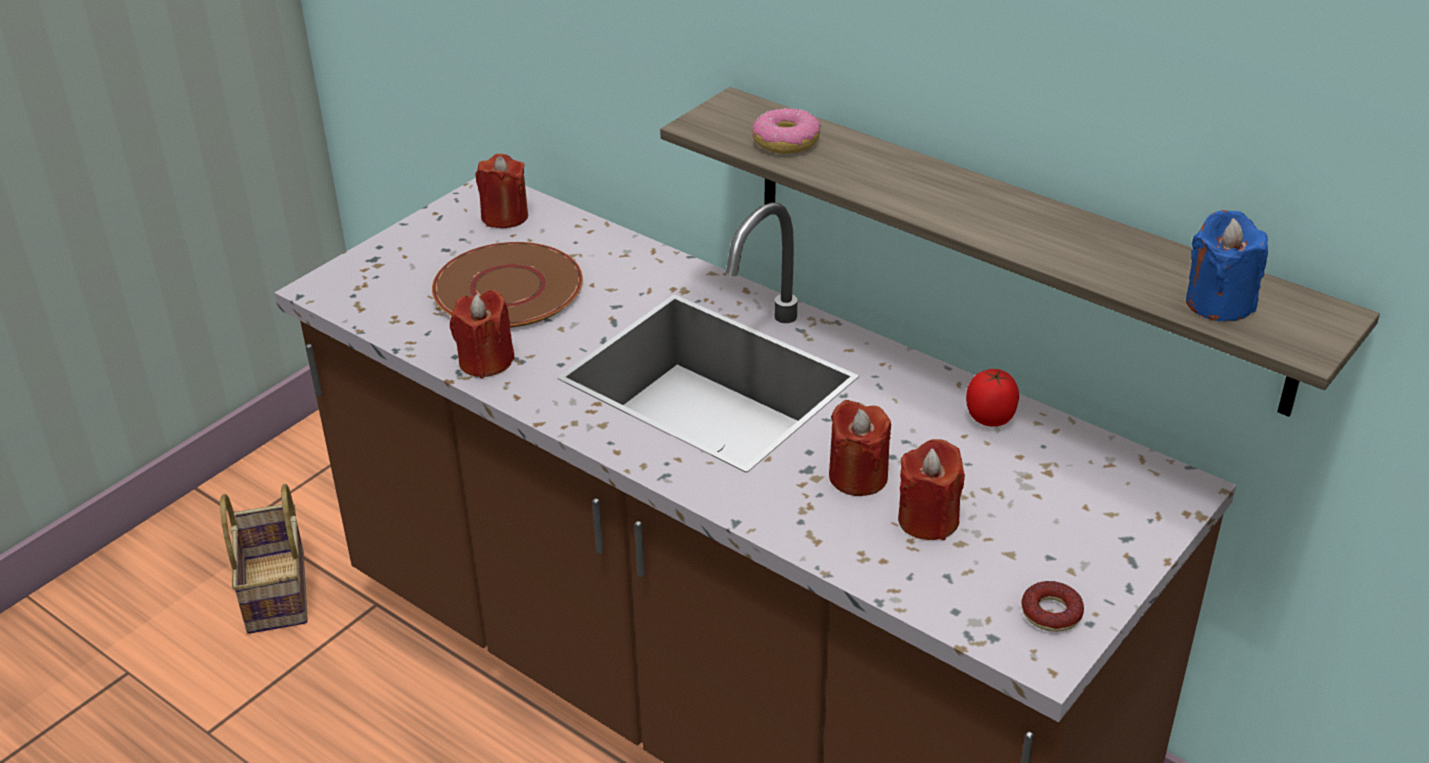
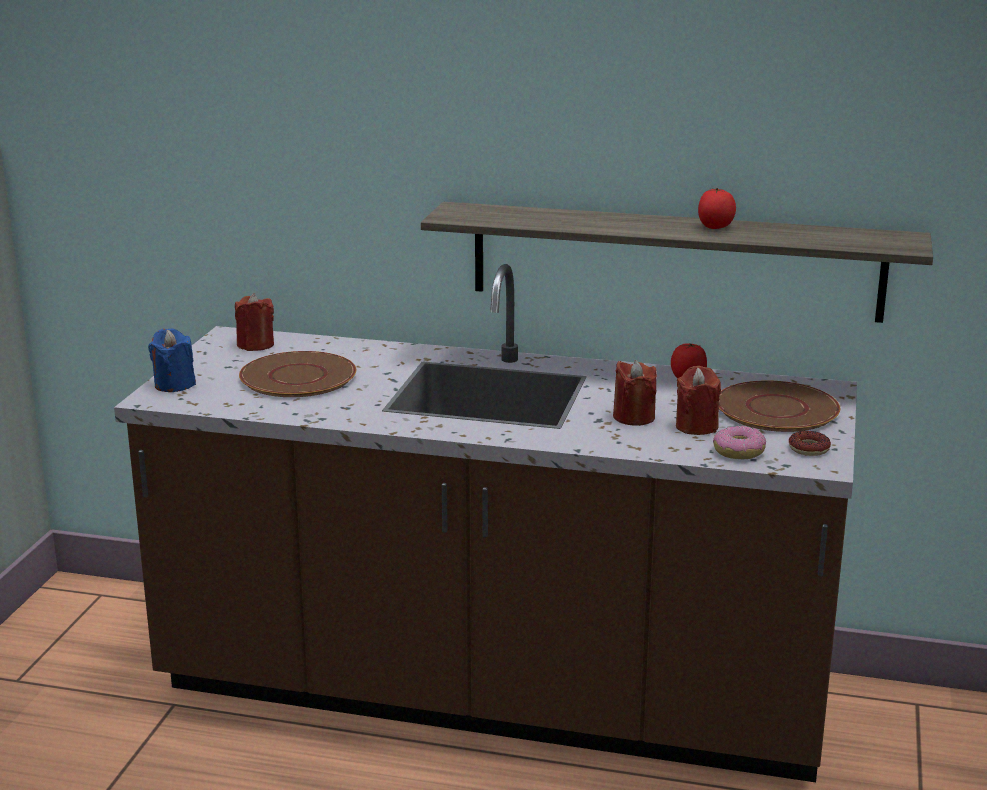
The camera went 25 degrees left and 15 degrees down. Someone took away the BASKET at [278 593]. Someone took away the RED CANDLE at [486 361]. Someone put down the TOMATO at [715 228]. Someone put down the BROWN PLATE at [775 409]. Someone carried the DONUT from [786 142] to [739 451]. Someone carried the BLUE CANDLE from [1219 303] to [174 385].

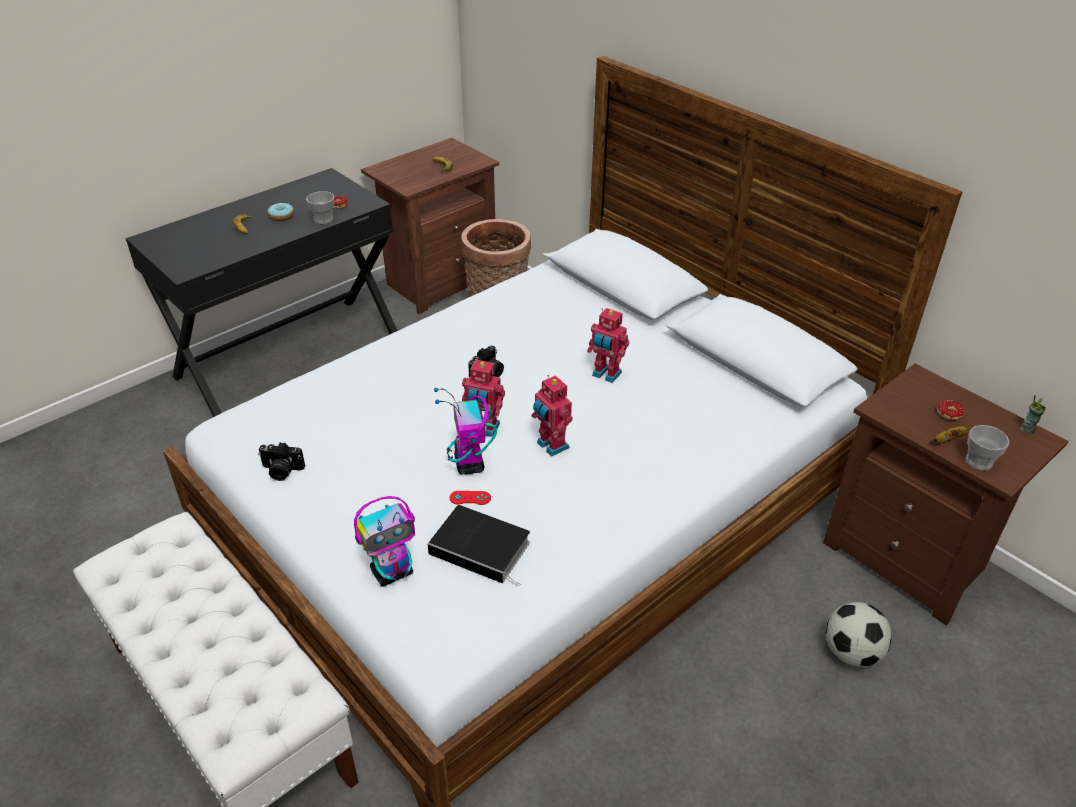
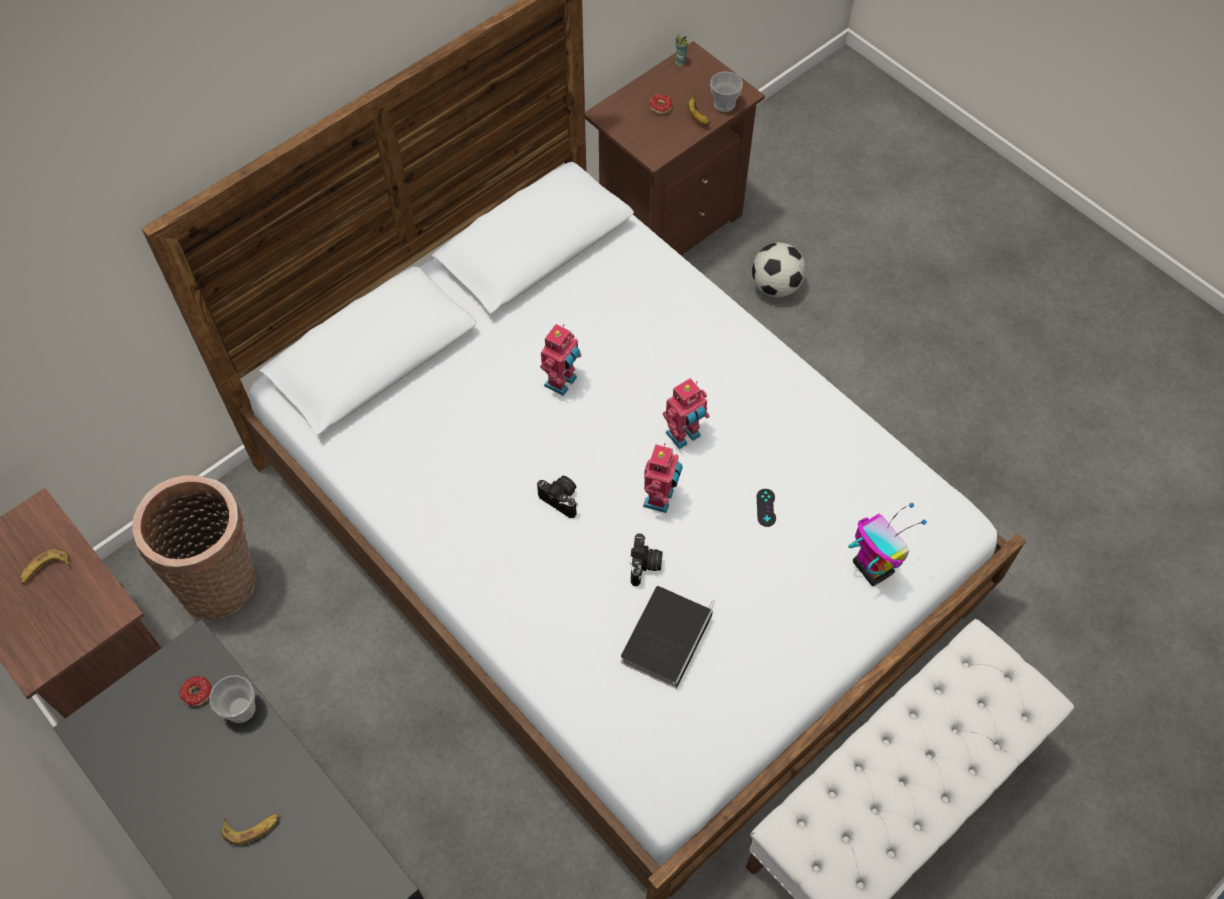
The camera went 90 degrees left and 20 degrees up. Someone took away the DONUT at [281 216]. Someone took away the TOY ROBOT at [469 464]. Someone carried the PHOTO CAMERA from [281 471] to [645 566]. Someone carried the BOOK from [483 548] to [667 636]. Someone repainted the RED GAME CONTROLLER at [470 498], which became the BLACK GAME CONTROLLER at [766 507].

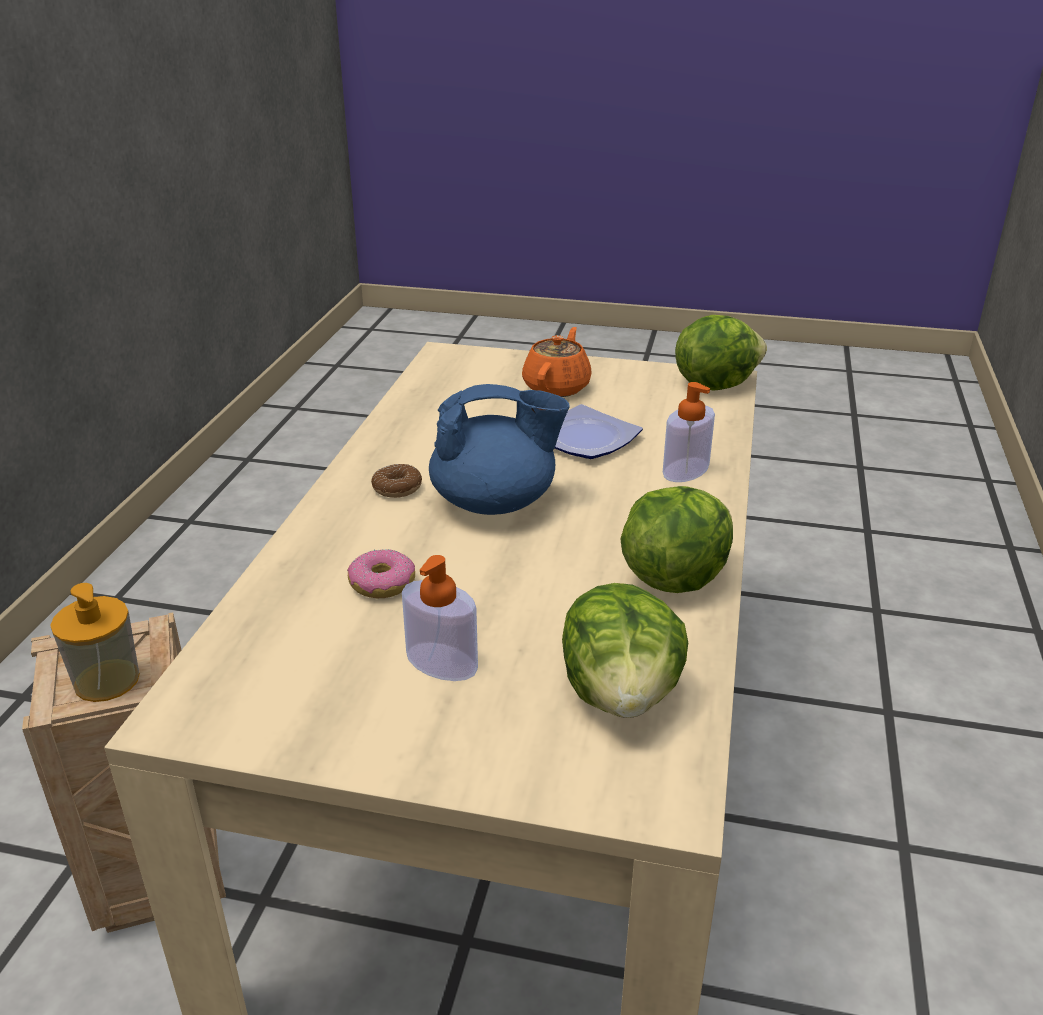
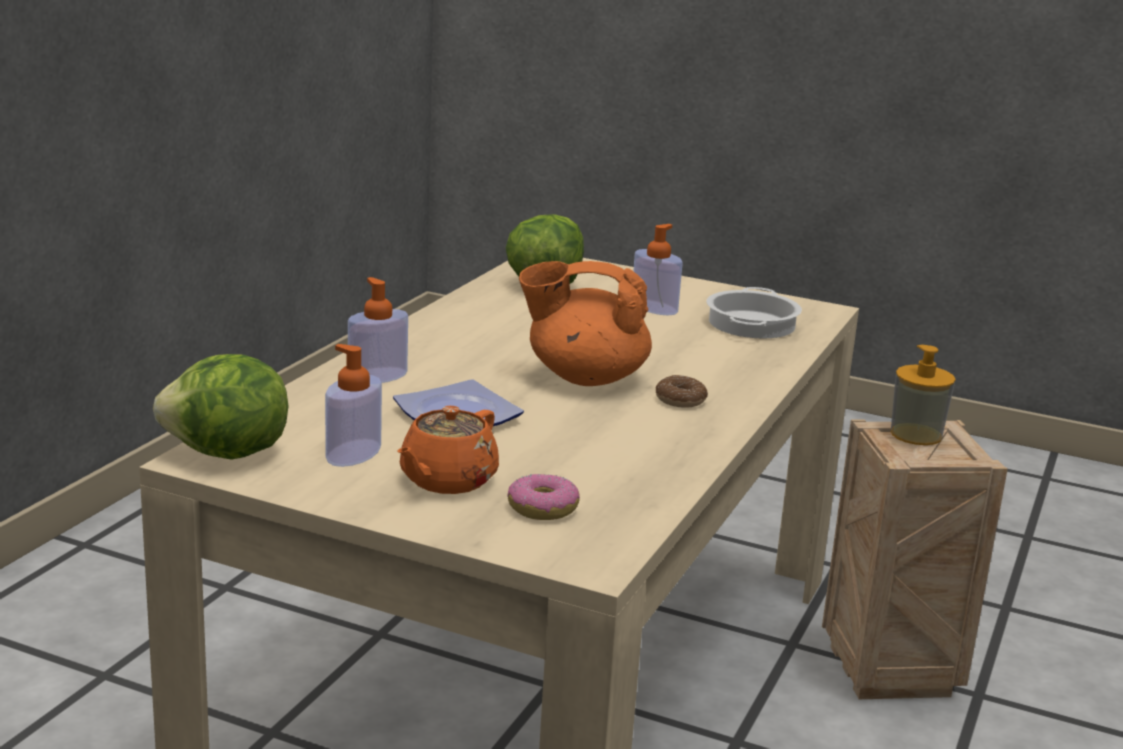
The camera went 170 degrees left and 10 degrees down. Someone took away the LETTUCE at [674 577]. Someone put down the SOAP DISPENSER at [353 453]. Someone put down the COOKING POT at [752 324]. Someone carried the DONUT from [382 584] to [543 508]. Someone repainted the BLUE TEAPOT at [496 502], which became the ORANGE TEAPOT at [584 377].

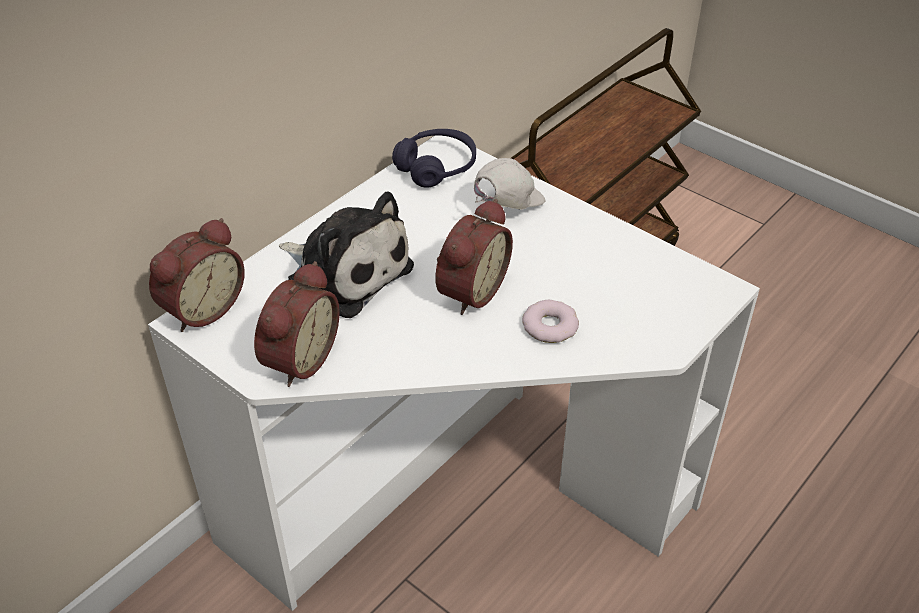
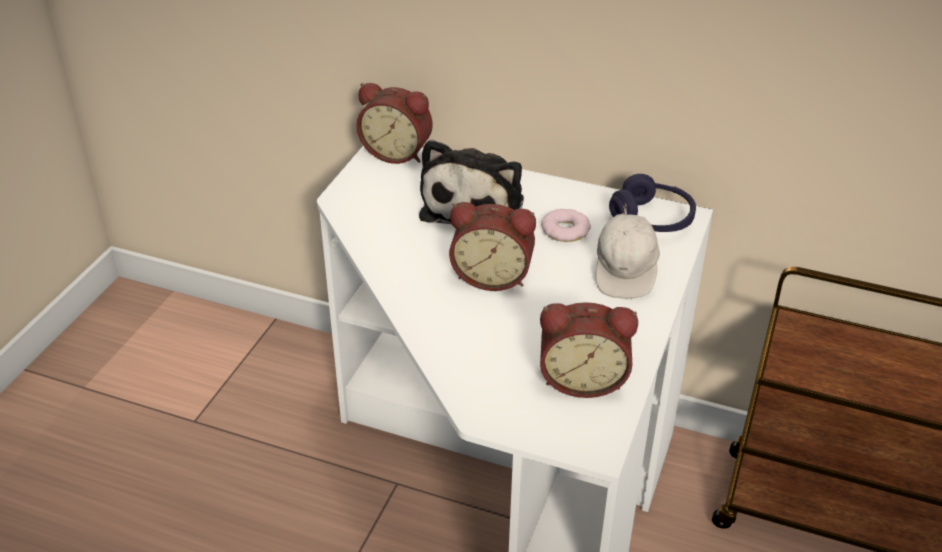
The camera went 70 degrees right and 5 degrees down. Someone carried the ALARM CLOCK from [297 358] to [582 379]. Someone carried the DONUT from [549 326] to [565 230]. Someone rotated the WHITE CAP at [506 206] by 75 degrees clockwise.

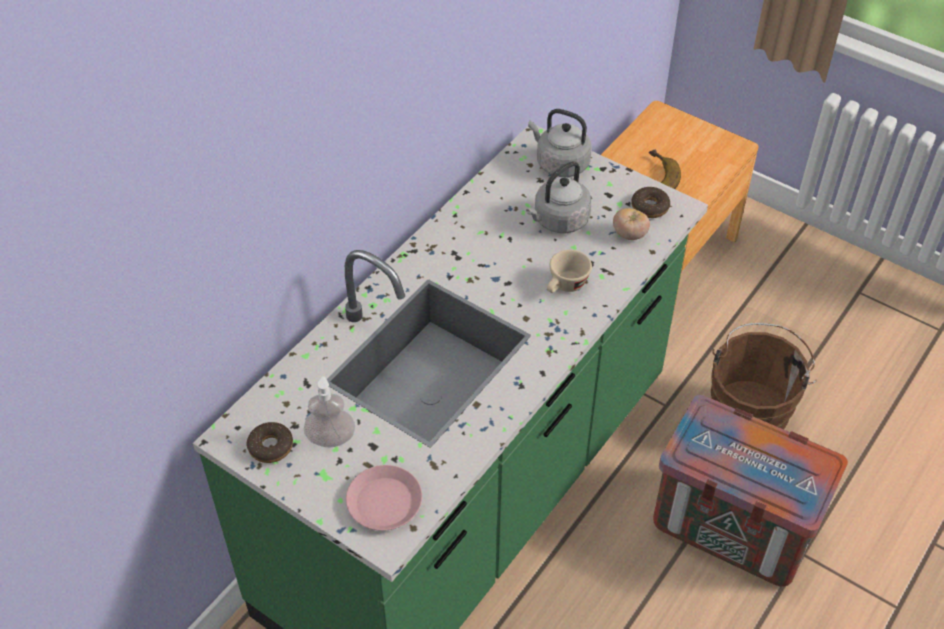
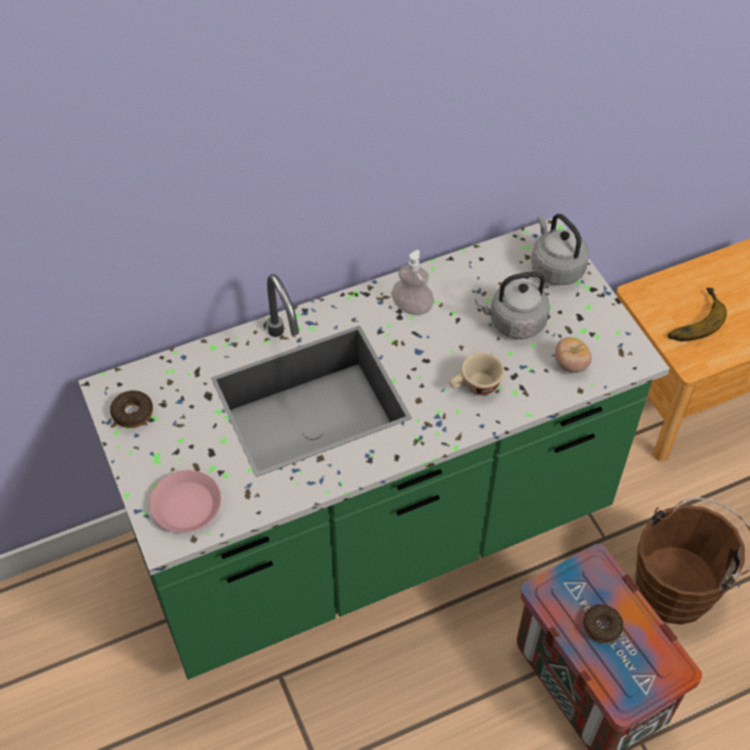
The camera went 30 degrees right and 5 degrees up. Someone carried the SOAP DISPENSER from [331 438] to [412 307]. Someone carried the DONUT from [650 207] to [602 626].

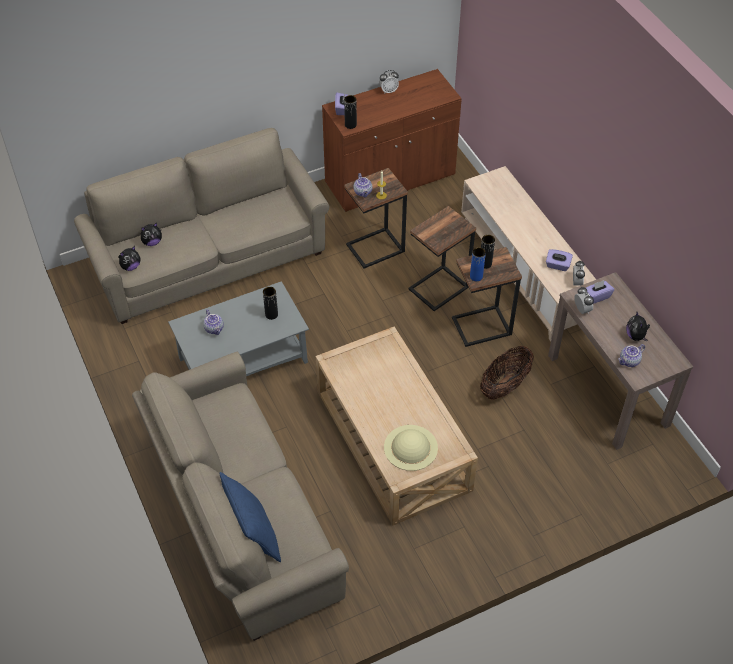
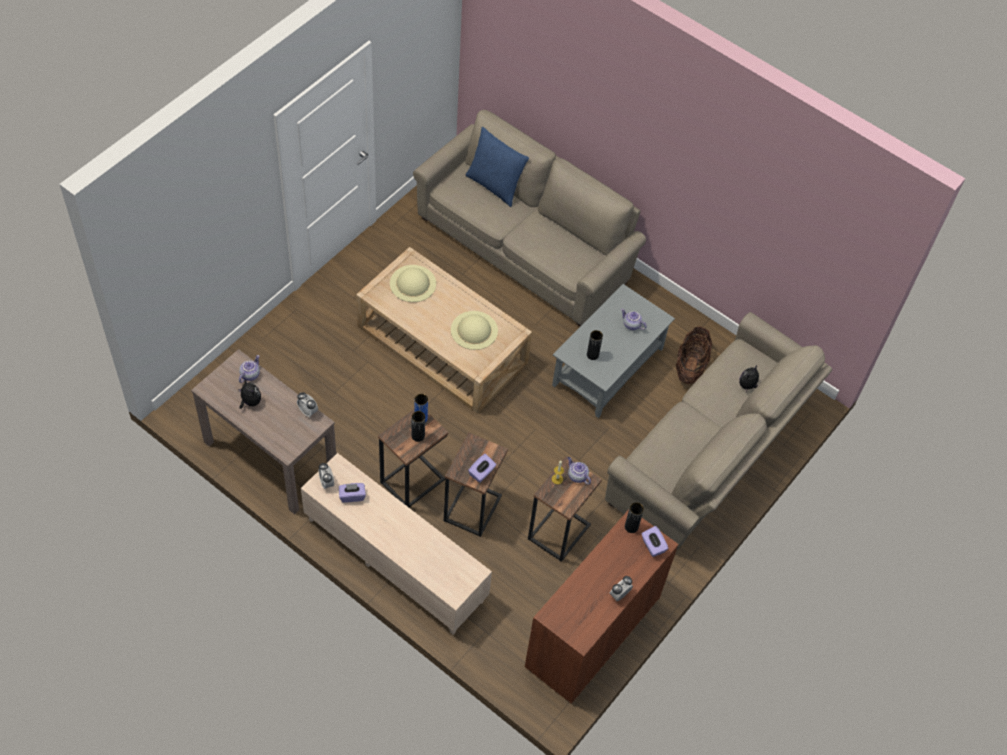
The camera went 150 degrees right and 5 degrees up. Someone took away the PLUSH TOY at [130 266]. Someone put down the BEIGE HAT at [474 330]. Someone carried the BASKET from [504 385] to [690 367]. Someone carried the PURPLE TISSUE BOX from [597 296] to [482 473].

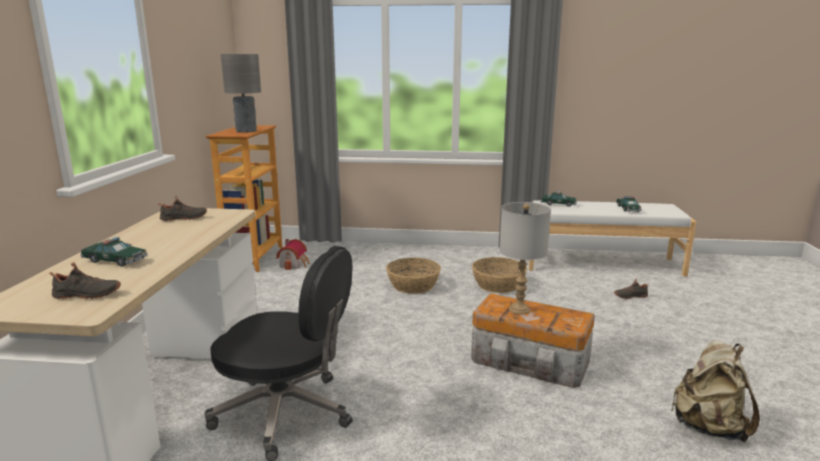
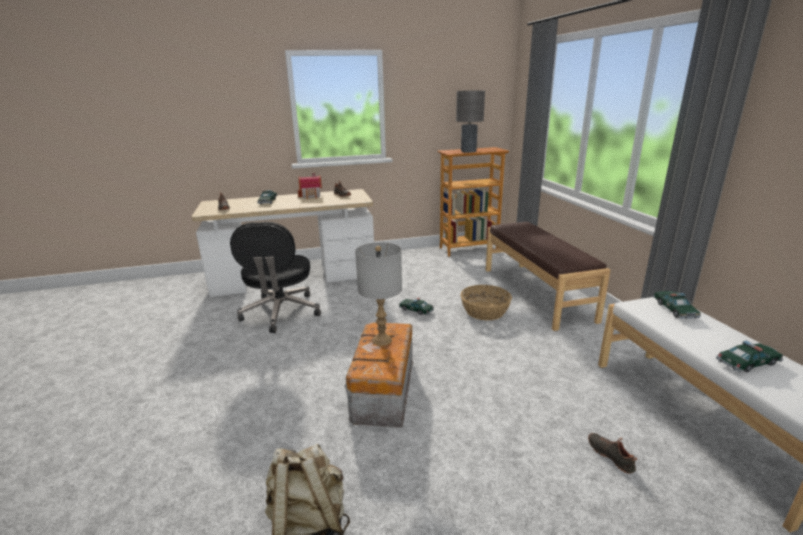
The camera went 70 degrees right and 5 degrees up. Someone took away the BASKET at [498 285]. Someone put down the TOY CAR at [416 310]. Someone put down the BROWN BENCH at [536 293]. Someone carried the TOY HOUSE from [294 264] to [312 196].

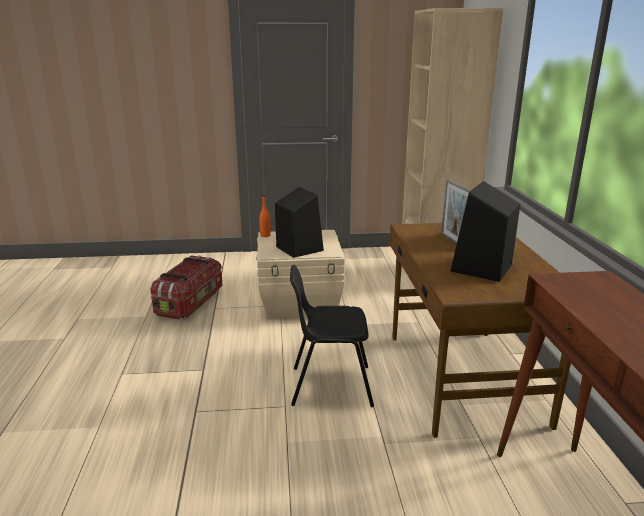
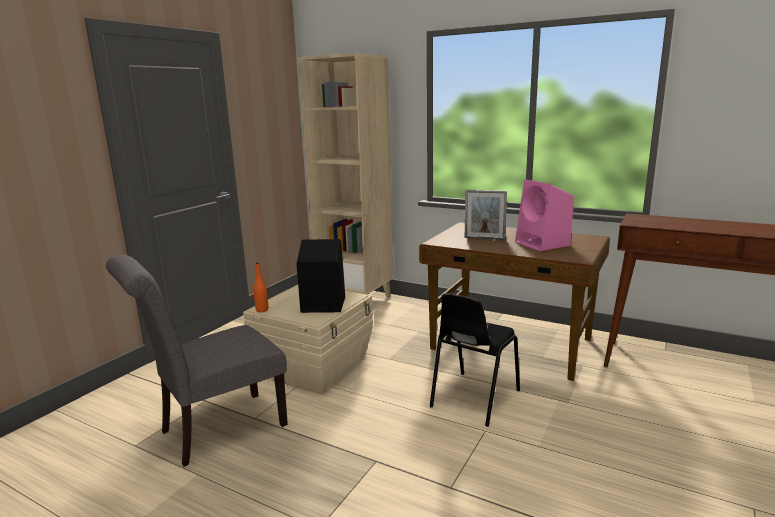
The camera went 55 degrees left and 5 degrees down. Someone swapped the STORAGE BOX at [191 302] for the GREY CHAIR at [216 430]. Someone repainted the BLACK SPEAKER at [481 268], which became the PINK SPEAKER at [543 244].

